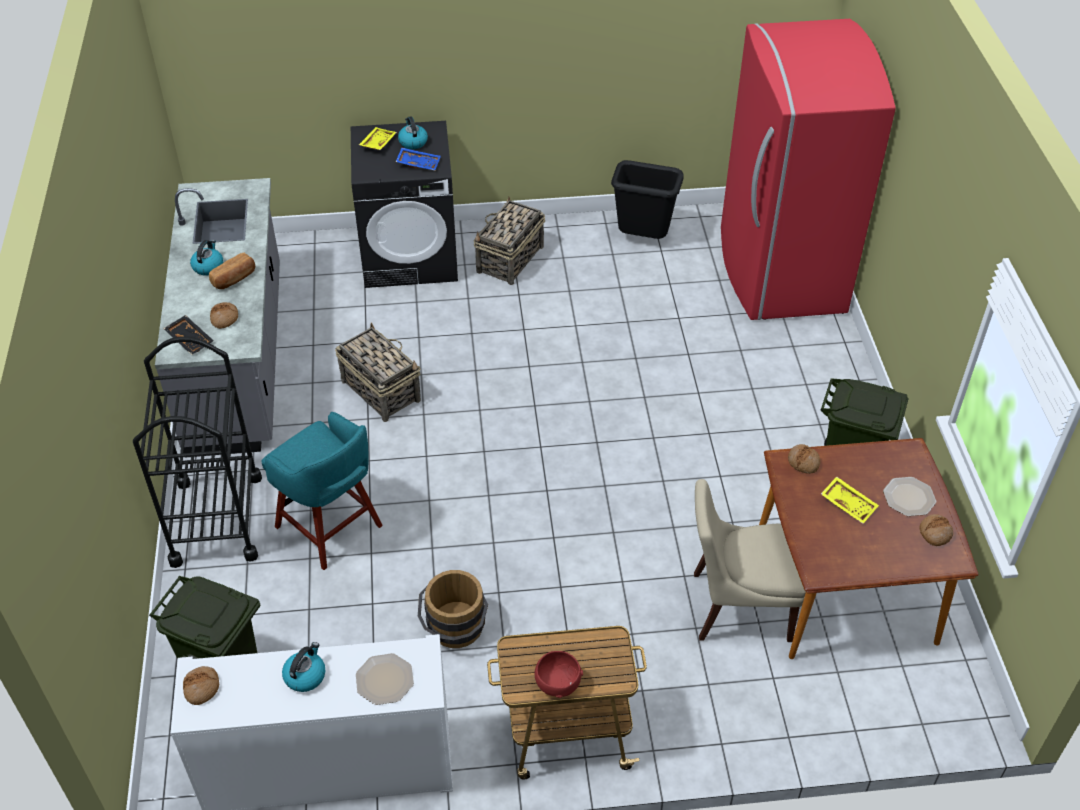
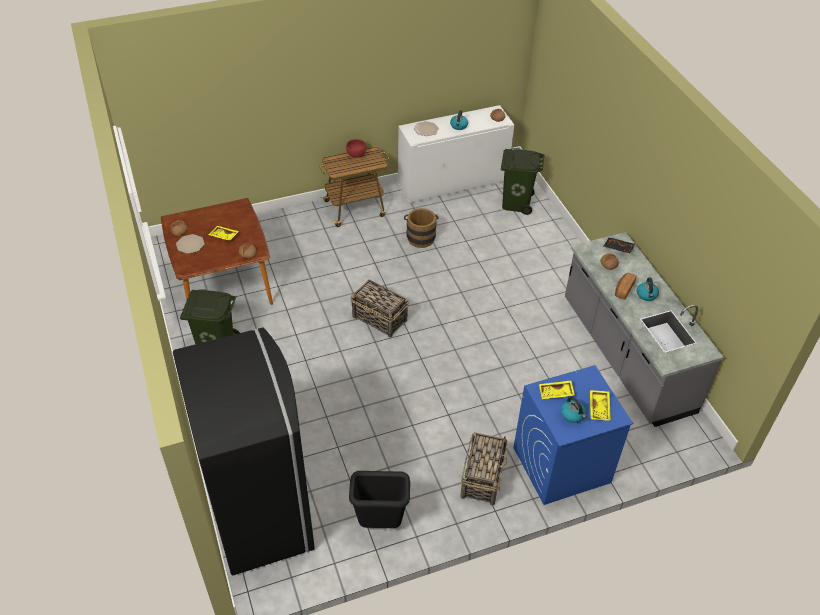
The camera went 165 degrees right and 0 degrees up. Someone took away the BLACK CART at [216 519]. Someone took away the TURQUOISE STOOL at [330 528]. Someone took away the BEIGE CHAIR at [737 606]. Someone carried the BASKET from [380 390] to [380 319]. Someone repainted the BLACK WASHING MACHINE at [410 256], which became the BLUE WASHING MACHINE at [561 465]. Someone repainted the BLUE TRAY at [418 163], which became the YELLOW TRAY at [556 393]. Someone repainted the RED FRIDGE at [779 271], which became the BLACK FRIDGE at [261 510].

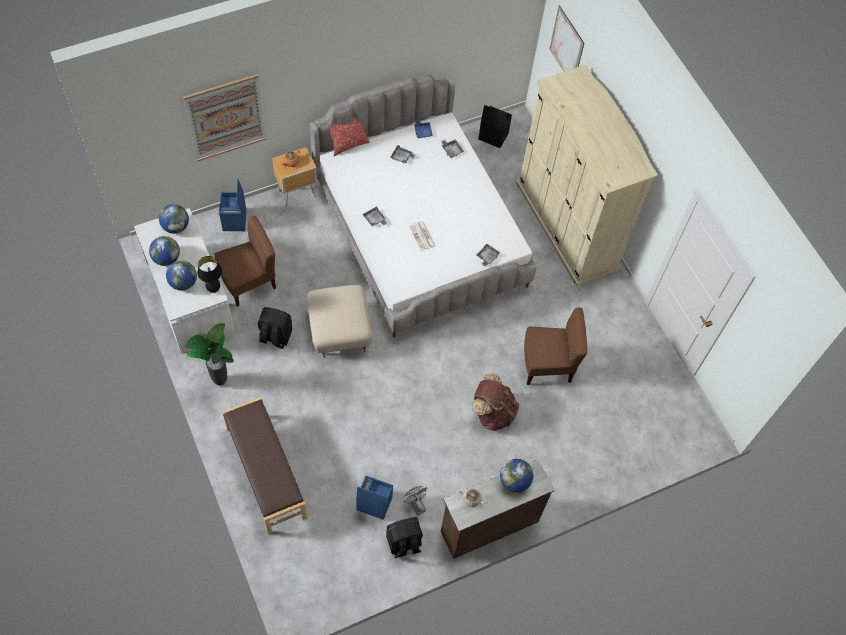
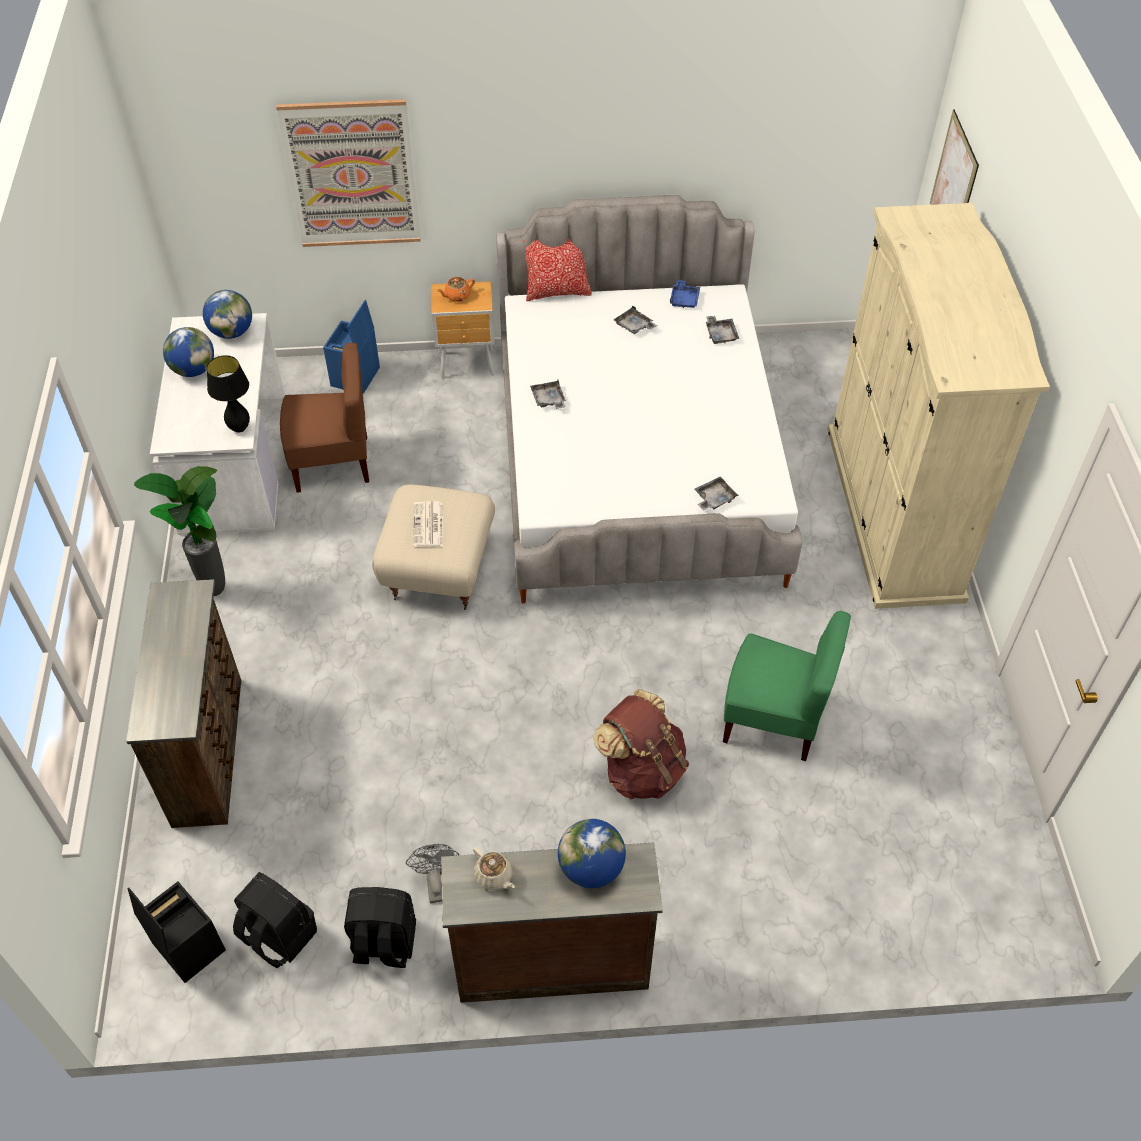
The camera went 25 degrees right and 10 degrees down. Someone took away the GLOBE at [183 283]. Someone took away the BLUE STORAGE BOX at [373 504]. Someone carried the BLACK BACKPACK from [275 336] to [278 936]. Someone carried the NEWSPAPER from [422 236] to [428 525]. Someone carried the BLACK STORAGE BOX from [492 136] to [187 947]. Someone swapped the BROWN BENCH at [265 473] for the BROWN DRESSER at [210 750]. Someone repainted the BROWN CHAIR at [547 365], which became the GREEN CHAIR at [773 720].

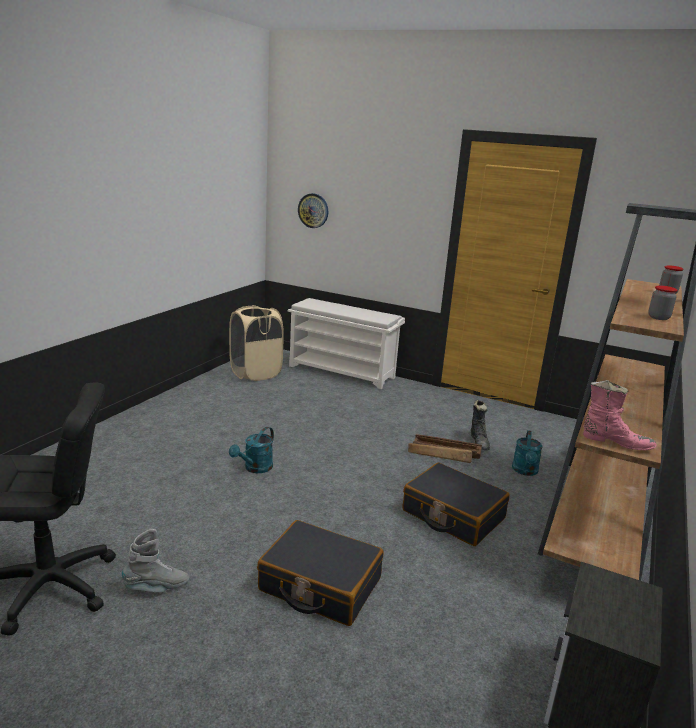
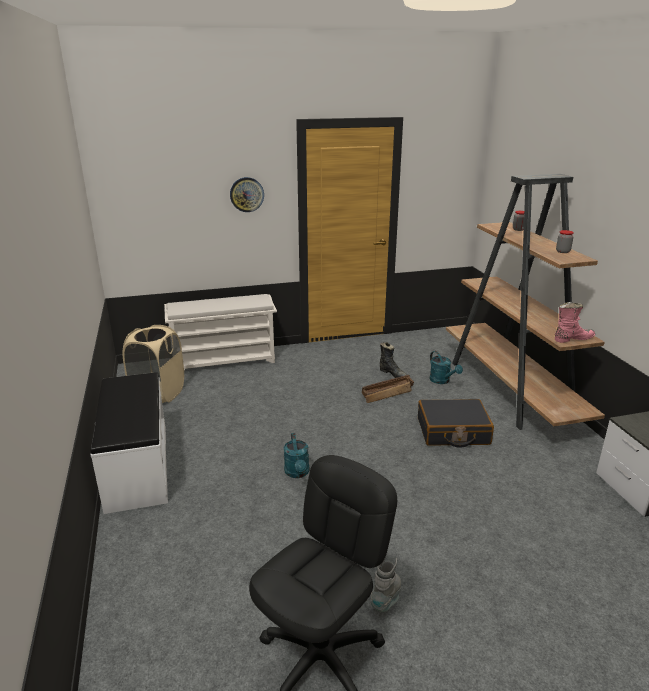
The camera went 40 degrees left and 5 degrees up. Someone took away the BLACK SUITCASE at [320 585]. Someone put down the WHITE BENCH at [136 466]. Someone carried the WALL CLOCK from [313 210] to [247 194].

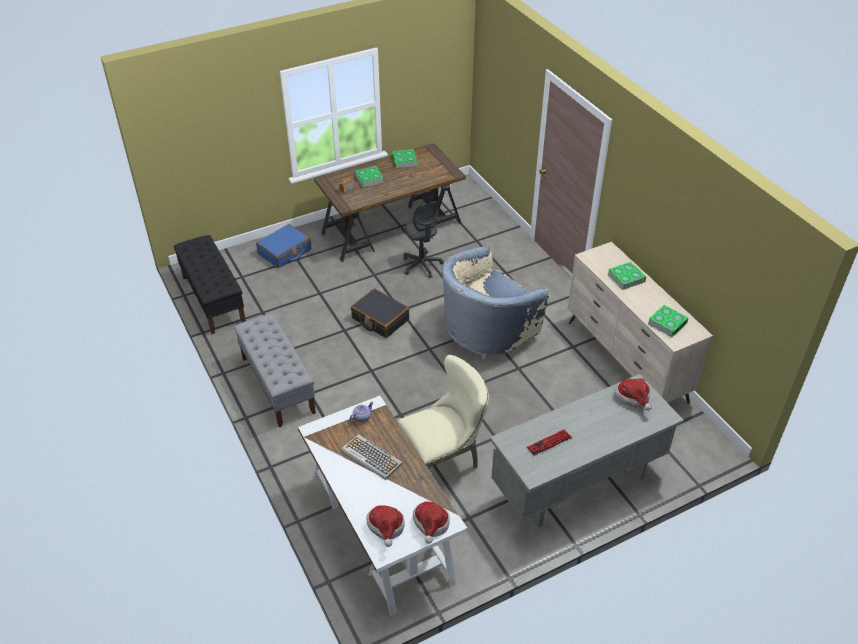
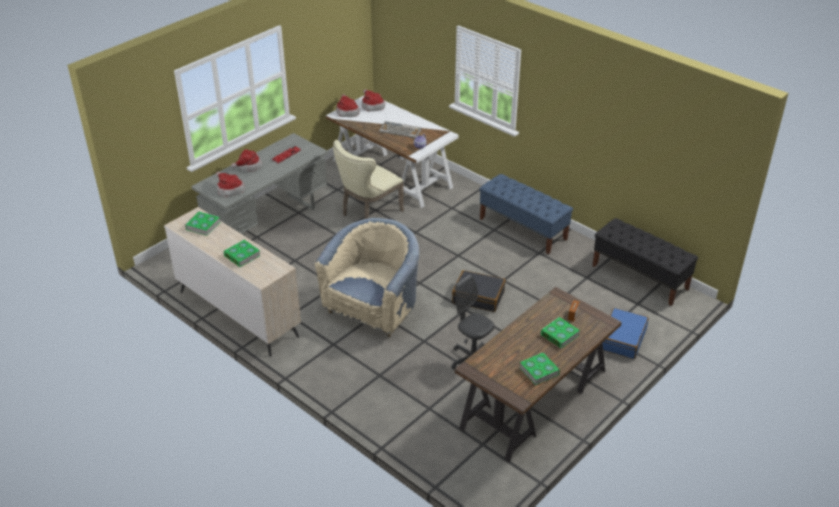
The camera went 160 degrees right and 5 degrees down. Someone put down the HAT at [248 166]. Someone repainted the GREY BENCH at [277 385], which became the BLUE BENCH at [523 229].

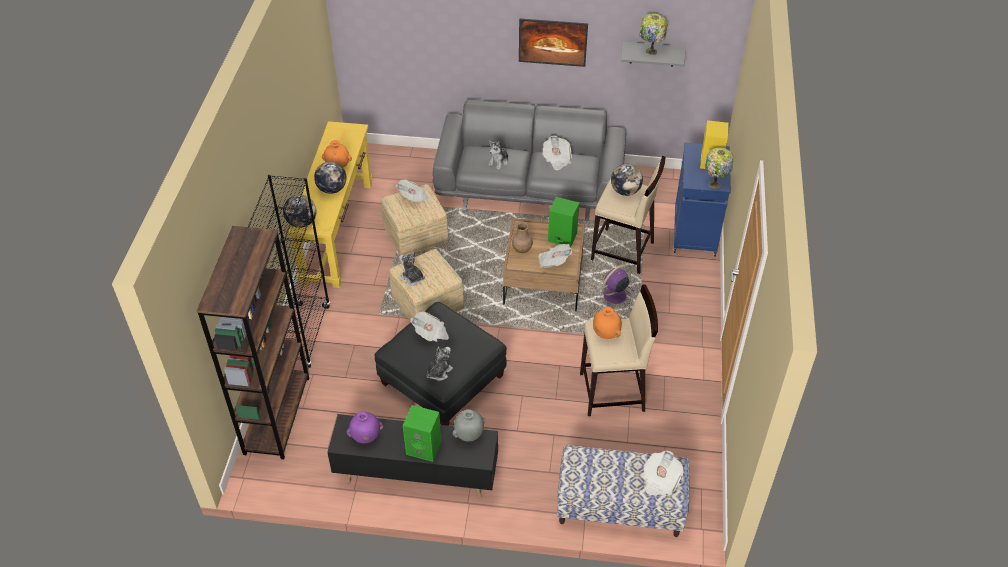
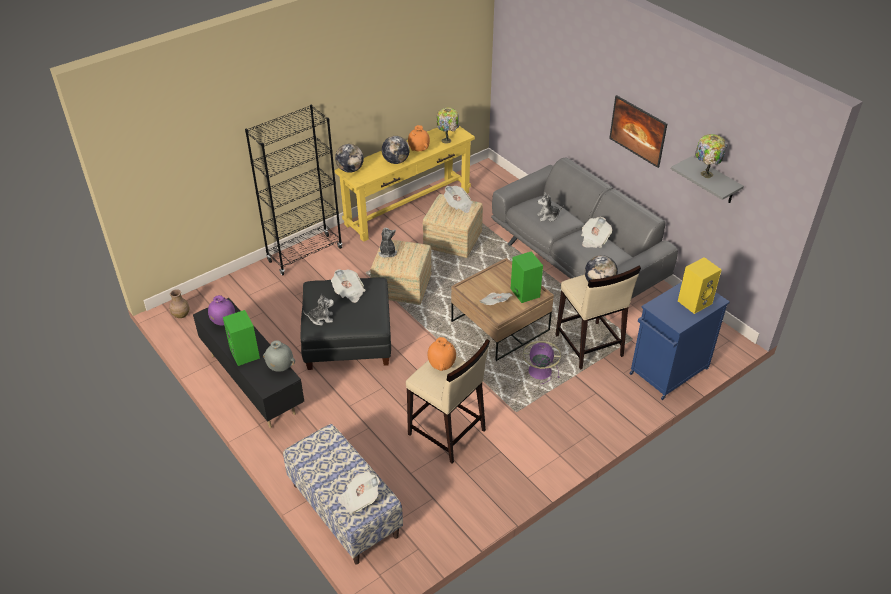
The camera went 45 degrees right and 5 degrees down. Someone took away the BROWN BOOKCASE at [277 415]. Someone carried the BROWN VASE from [521 249] to [181 314]. Someone carried the TABLE LAMP from [715 184] to [447 140].

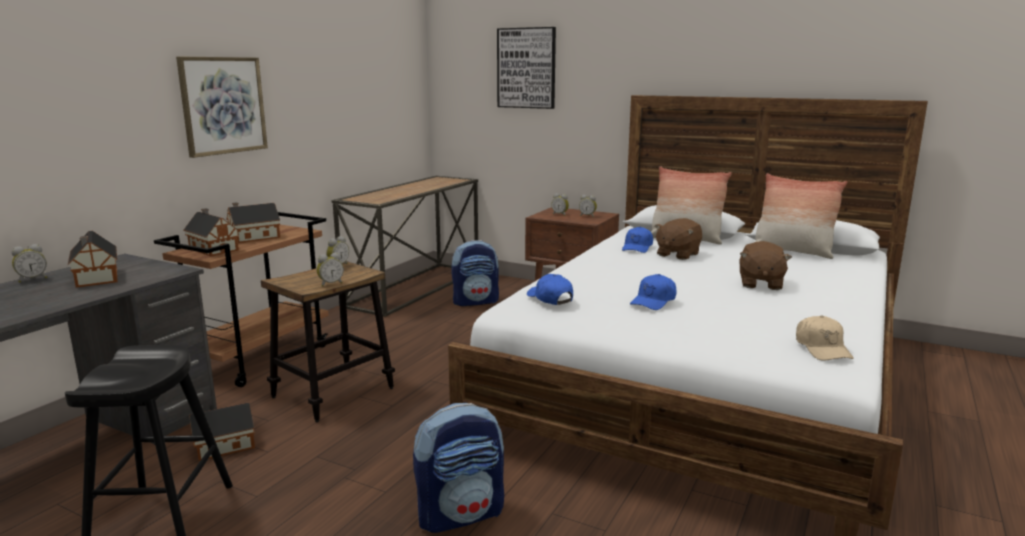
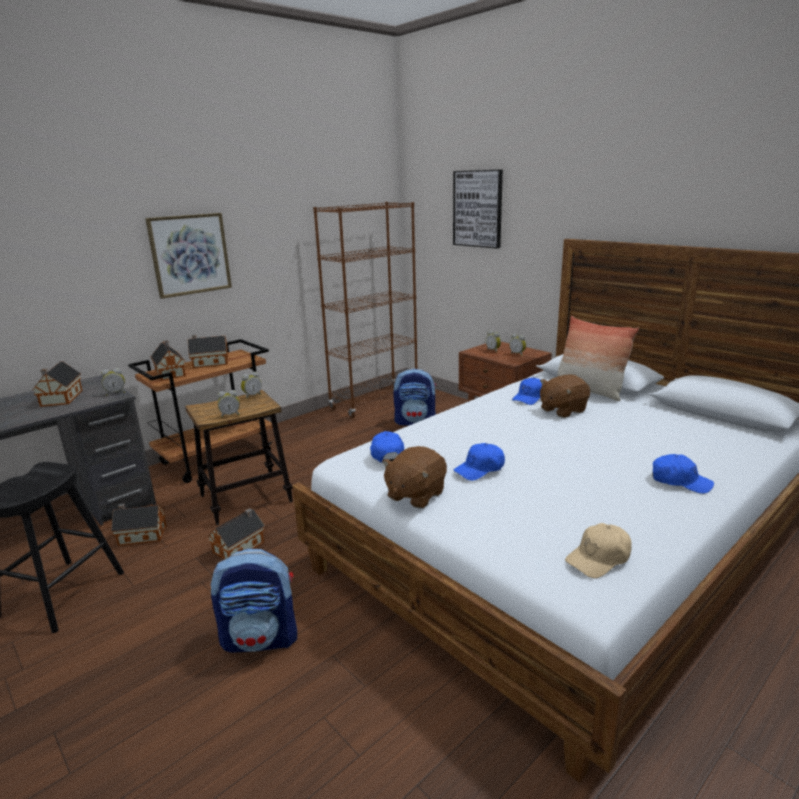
The camera went 20 degrees right and 5 degrees up. Someone took away the PILLOW at [792 252]. Someone put down the TOY HOUSE at [240 546]. Someone put down the BLUE CAP at [680 481]. Someone carried the ALARM CLOCK from [32 279] to [116 393]. Someone carried the BROWN PLUSH TOY from [760 284] to [415 495]. Someone swapped the CONSOLE TABLE at [414 287] for the BROWN BOOKCASE at [375 401]. Someone rotated the BEIGE CAP at [822 349] by 45 degrees clockwise.

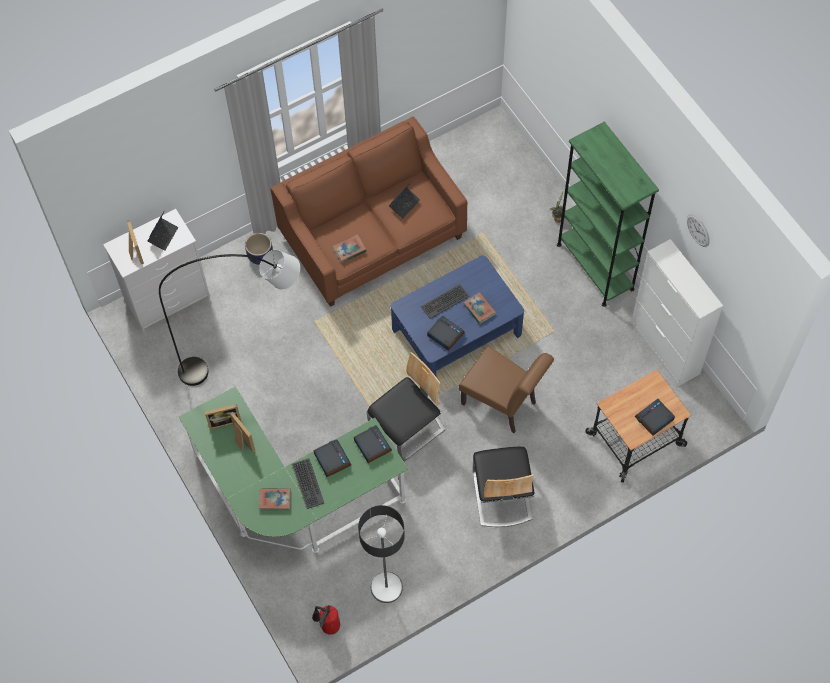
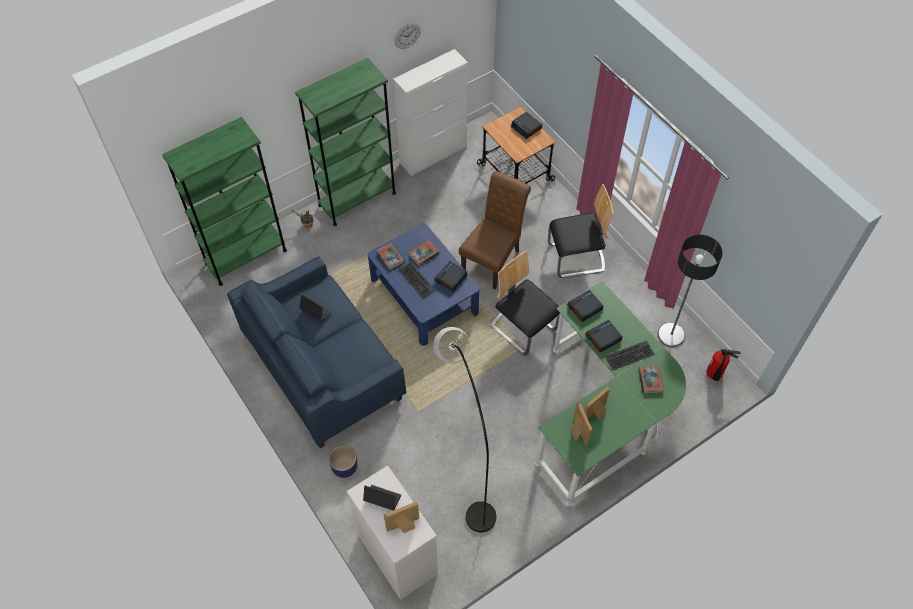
The camera went 95 degrees left and 5 degrees down. Someone put down the GREEN BOOKCASE at [246 257]. Someone carried the BOOK from [349 250] to [390 257]. Someone repainted the BROWN SOFA at [372 236], which became the BLUE SOFA at [323 368].

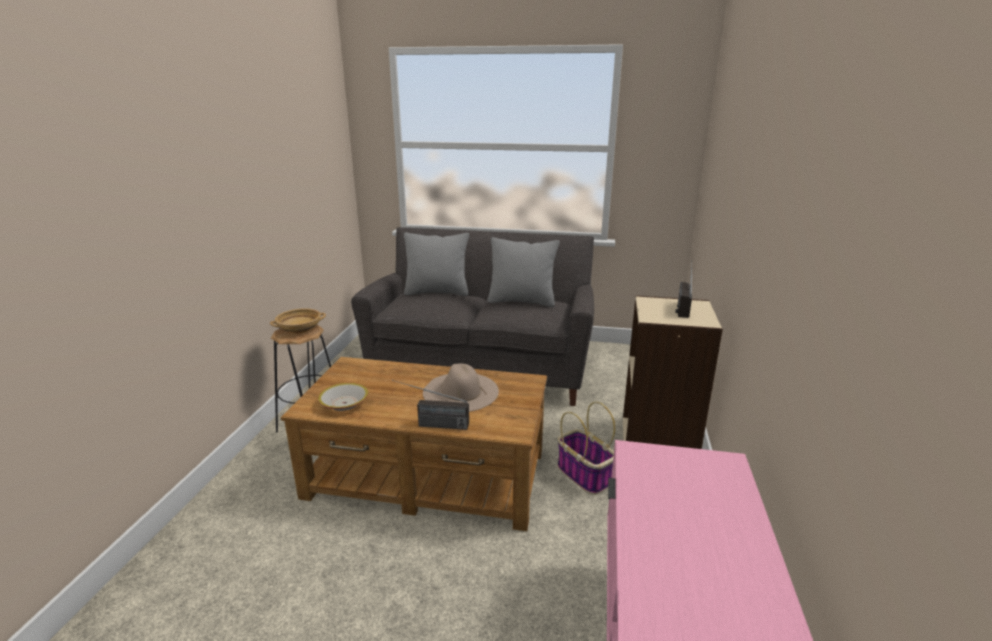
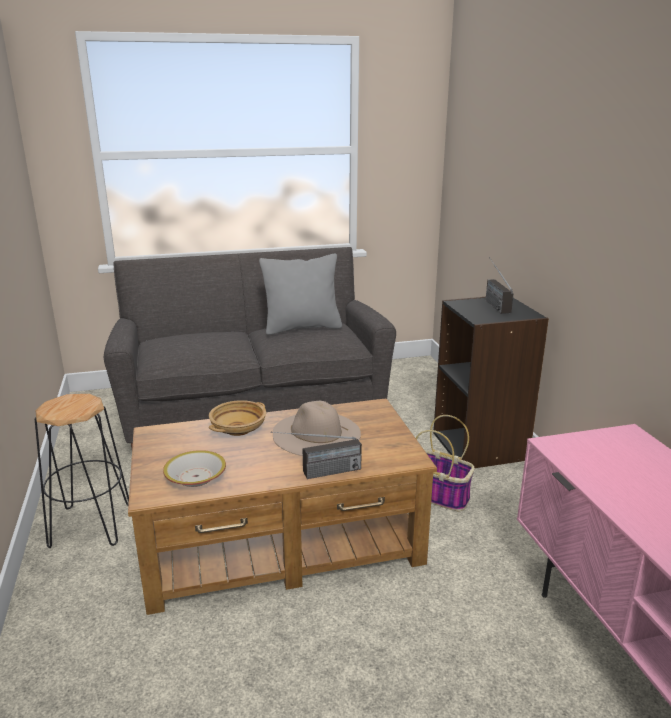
The camera went 25 degrees left and 0 degrees up. Someone took away the GREY PILLOW at [437 292]. Someone carried the BEIGE BOWL from [299 329] to [238 429]. Someone repainted the BEIGE BOOKCASE at [659 441], which became the BLACK BOOKCASE at [480 446].

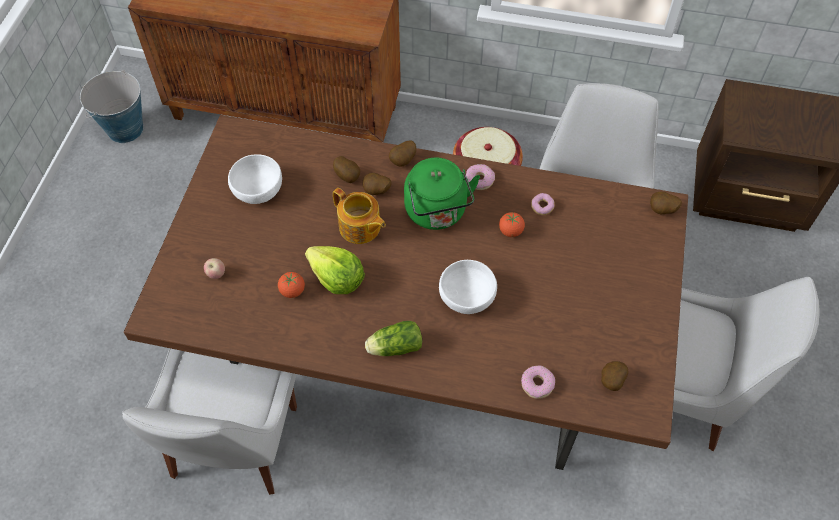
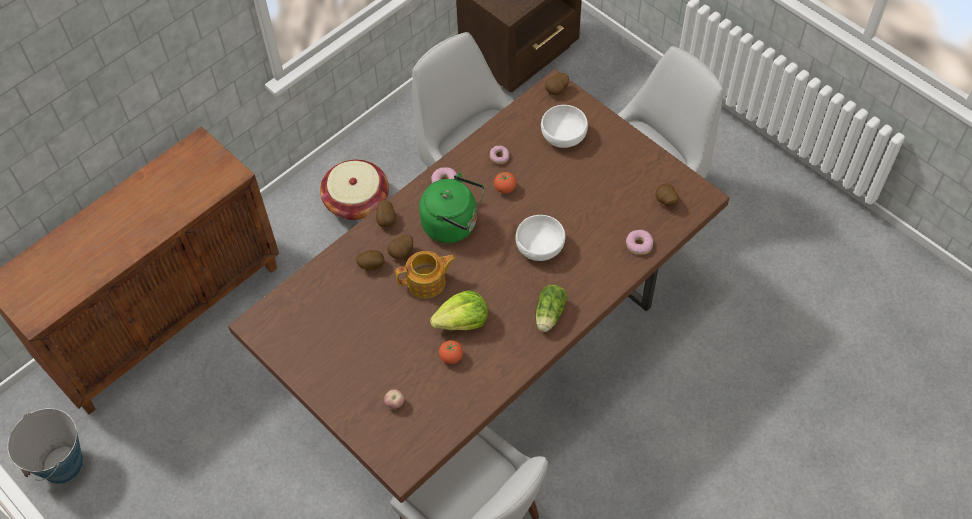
The camera went 55 degrees left and 0 degrees up. Someone carried the WHITE BOWL from [258 188] to [563 135].

